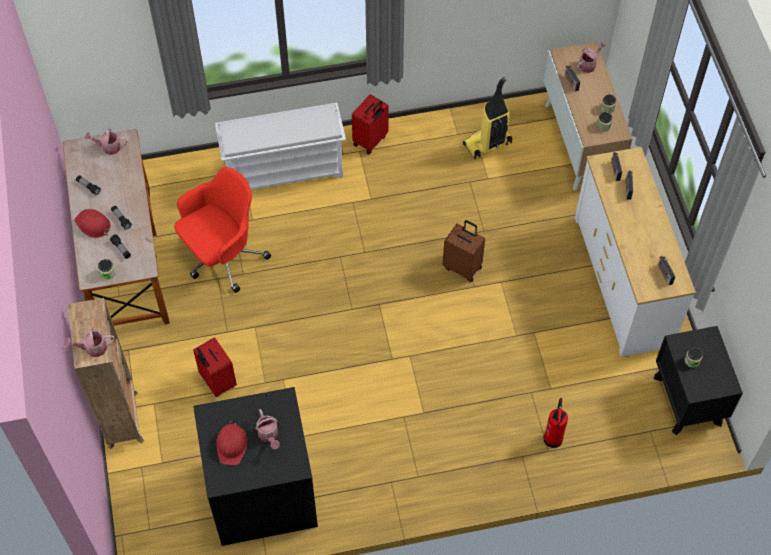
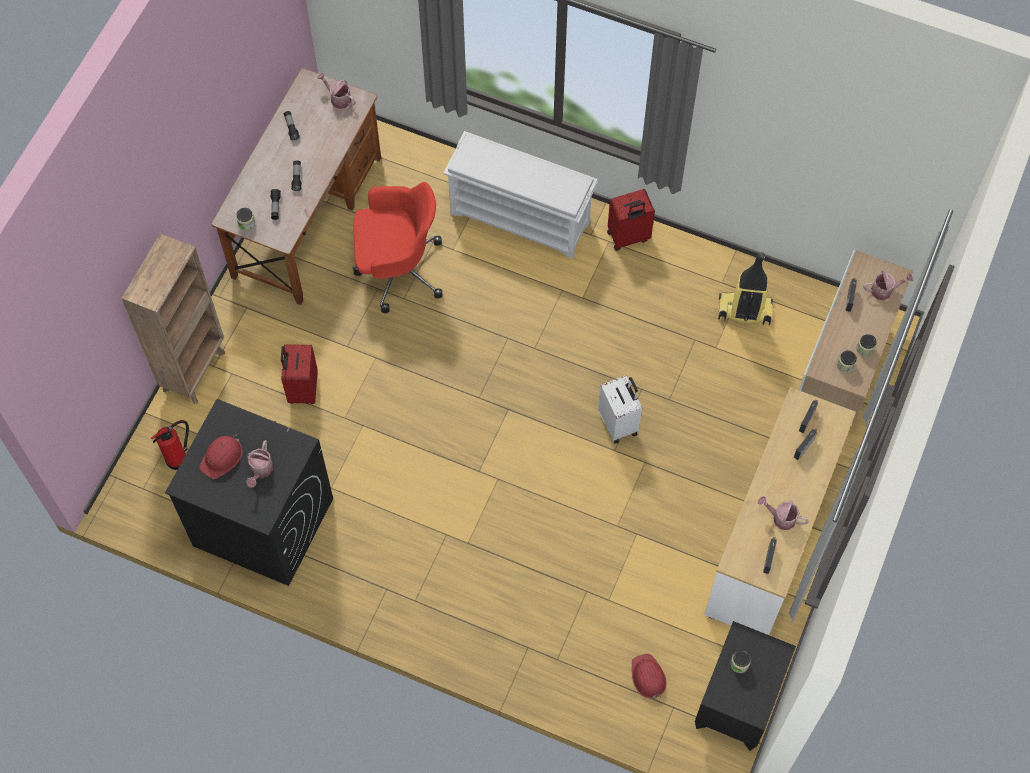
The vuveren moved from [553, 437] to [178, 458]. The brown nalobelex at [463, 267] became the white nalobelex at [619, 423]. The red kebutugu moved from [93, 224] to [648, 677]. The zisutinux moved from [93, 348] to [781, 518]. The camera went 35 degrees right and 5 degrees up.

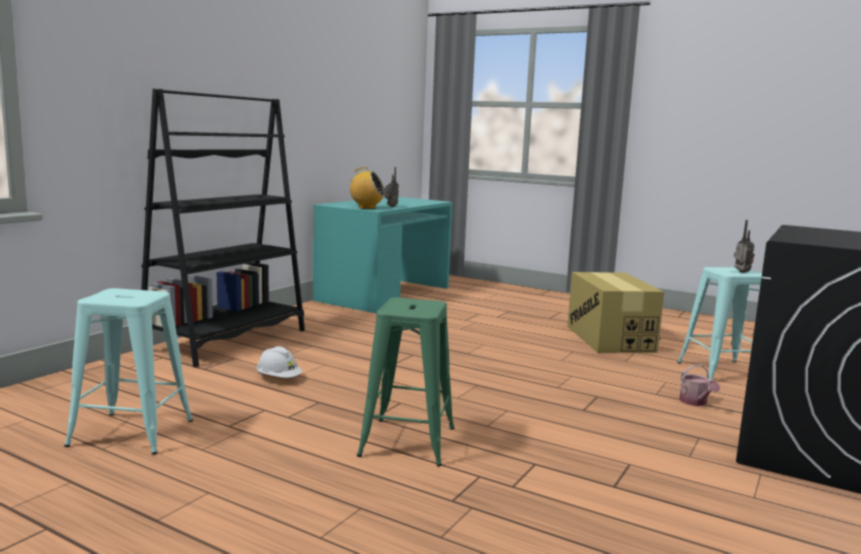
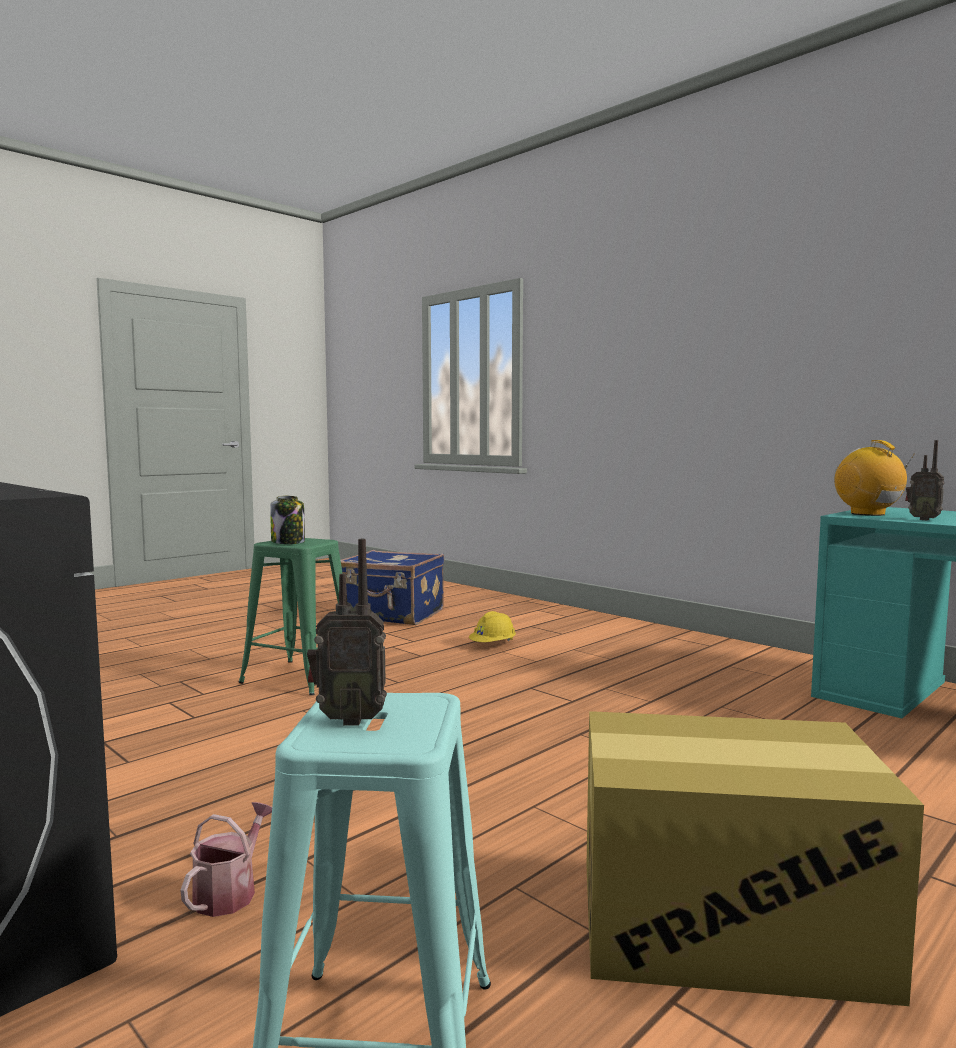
The zisutinux at [695, 402] turned 105 degrees clockwise. The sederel at [288, 542] appeared. The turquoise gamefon at [131, 433] was replaced by the blue nalobelex at [393, 615]. The white kebutugu at [278, 379] became the yellow kebutugu at [493, 645]. The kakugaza at [366, 208] turned 135 degrees clockwise. The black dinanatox at [227, 341] disappeared. The camera went 105 degrees right and 5 degrees down.

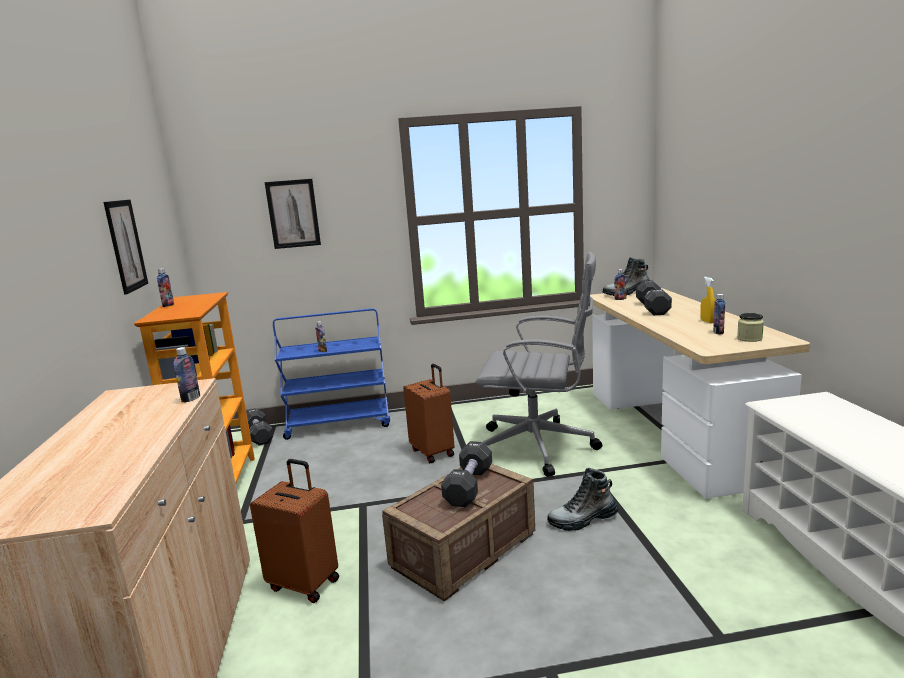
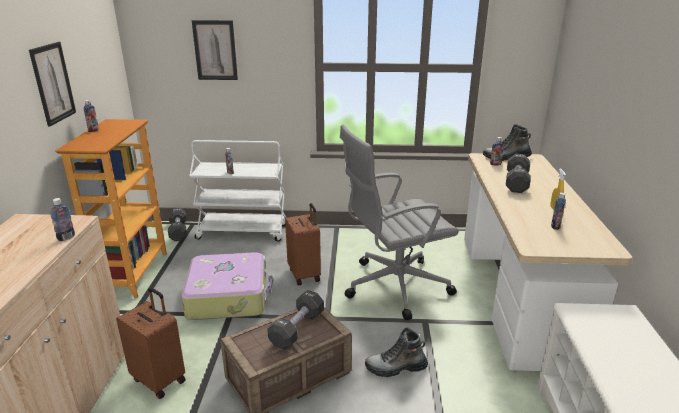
The nalobelex at [229, 296] appeared. The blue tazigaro at [339, 424] became the white tazigaro at [243, 231]. The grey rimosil at [539, 447] turned 135 degrees clockwise. The sederel at [749, 338] disappeared. The camera went 10 degrees right and 10 degrees up.

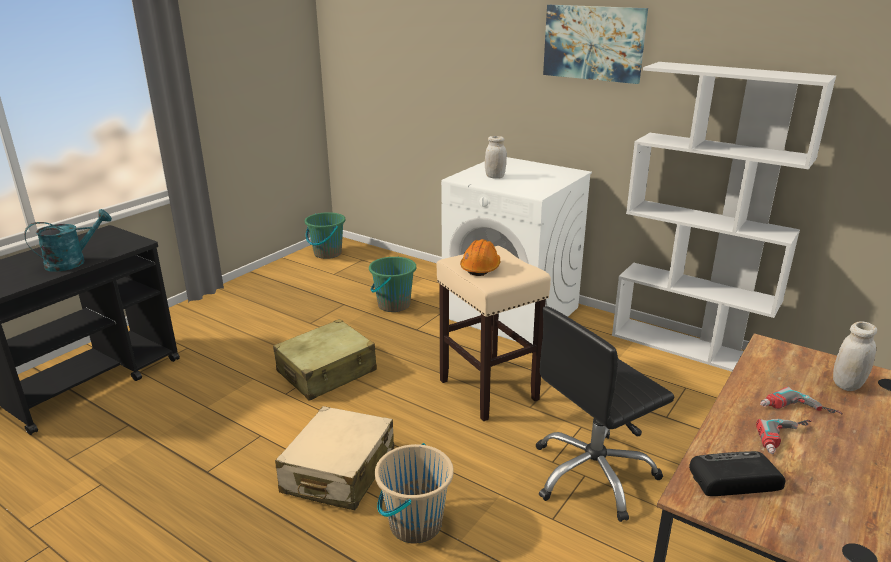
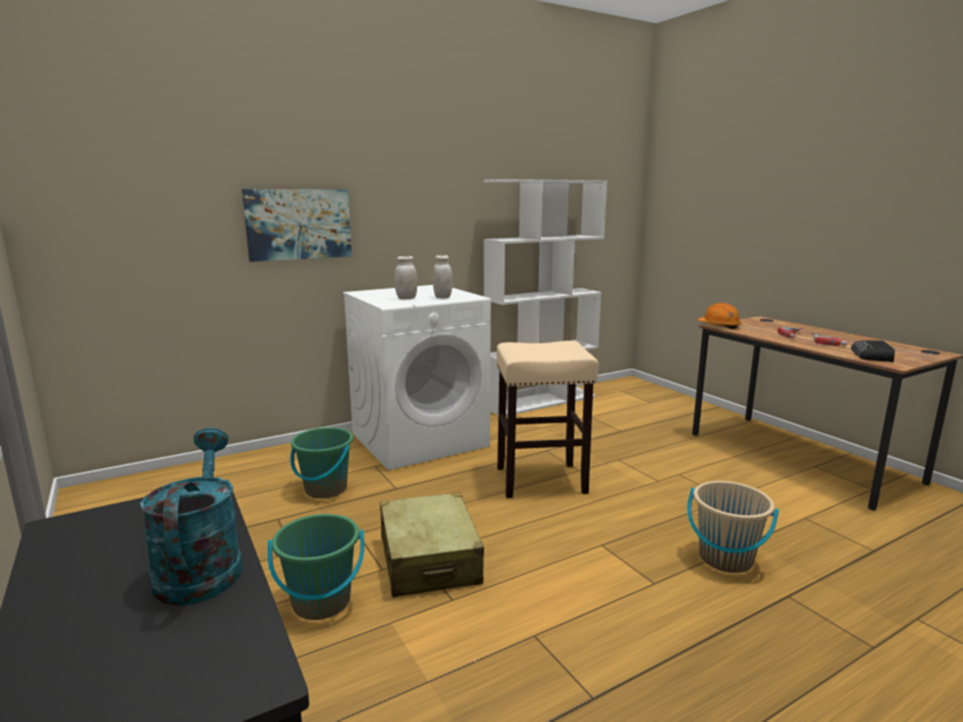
The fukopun moved from [593, 43] to [298, 224]. The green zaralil moved from [327, 253] to [321, 602]. The white sederel moved from [847, 384] to [443, 297]. The orange kebutugu moved from [480, 267] to [719, 326]. The beige nalobelex at [338, 471] disappeared. The black rimosil at [593, 475] disappeared. The camera went 65 degrees left and 10 degrees down.

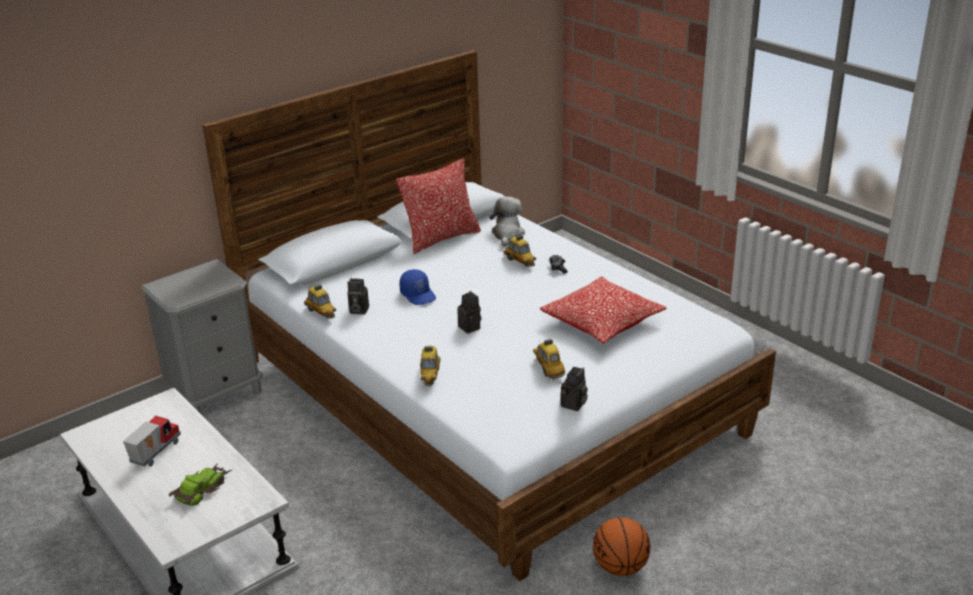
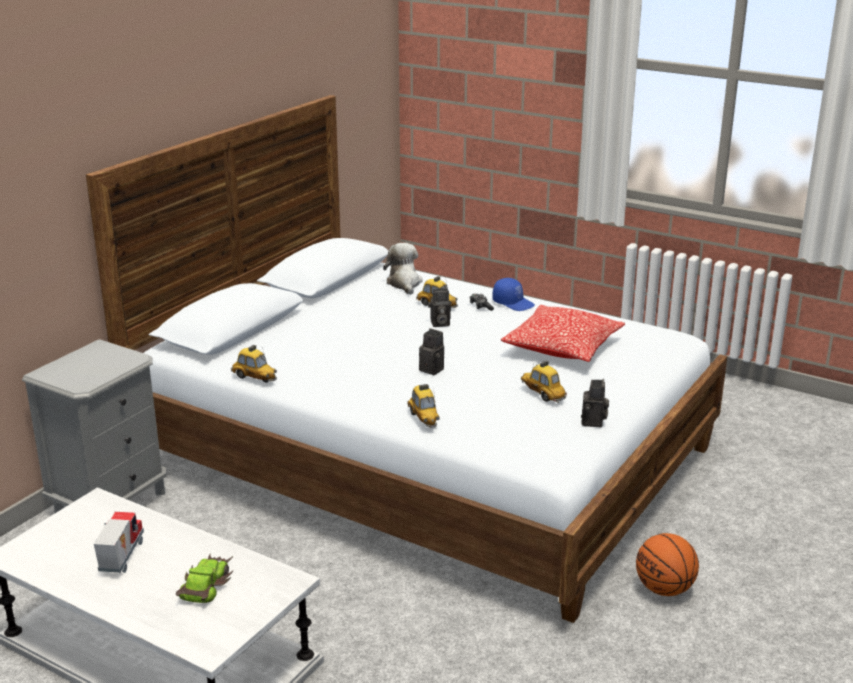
The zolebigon moved from [358, 310] to [439, 324]. The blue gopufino moved from [418, 295] to [513, 303]. The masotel at [441, 238] disappeared. The camera went 20 degrees left and 5 degrees down.

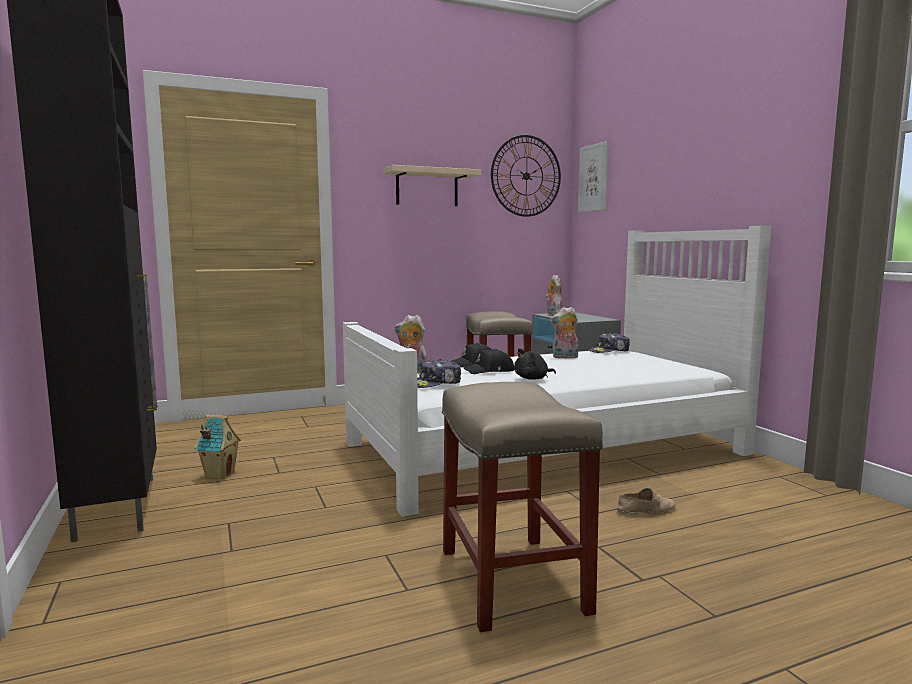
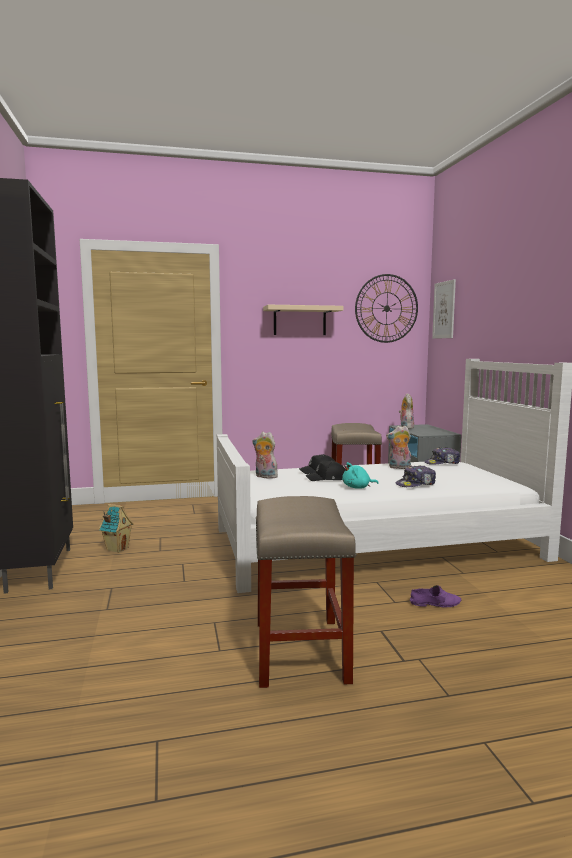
The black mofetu at [533, 379] became the turquoise mofetu at [358, 487]. The gopufino moved from [436, 384] to [416, 484]. The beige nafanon at [645, 509] became the purple nafanon at [435, 603]. The camera went 10 degrees right and 0 degrees up.

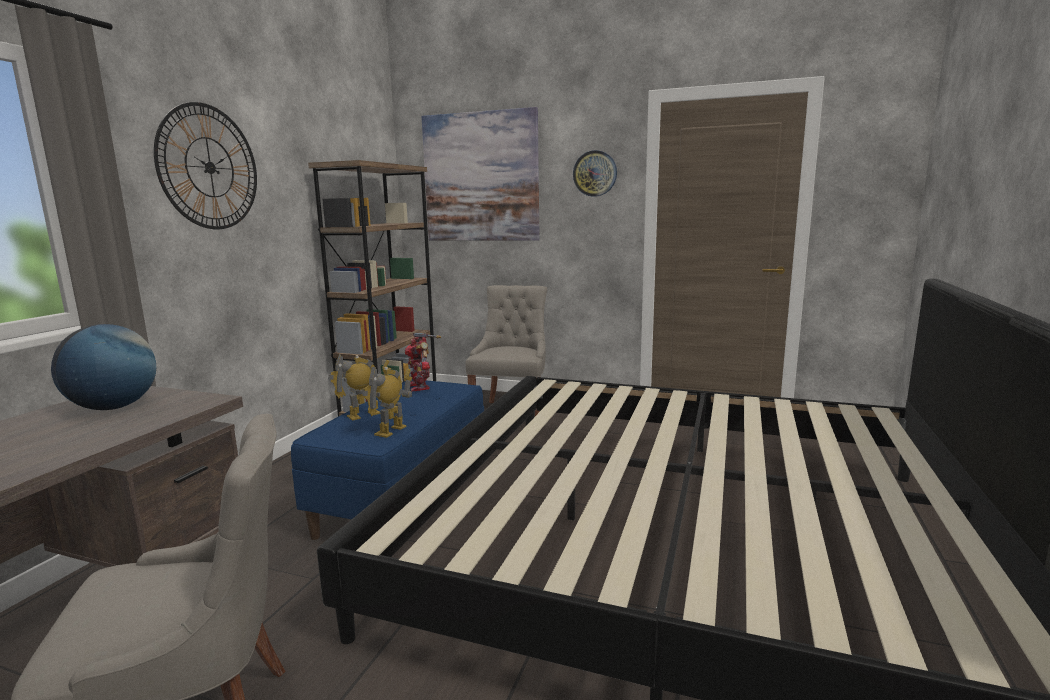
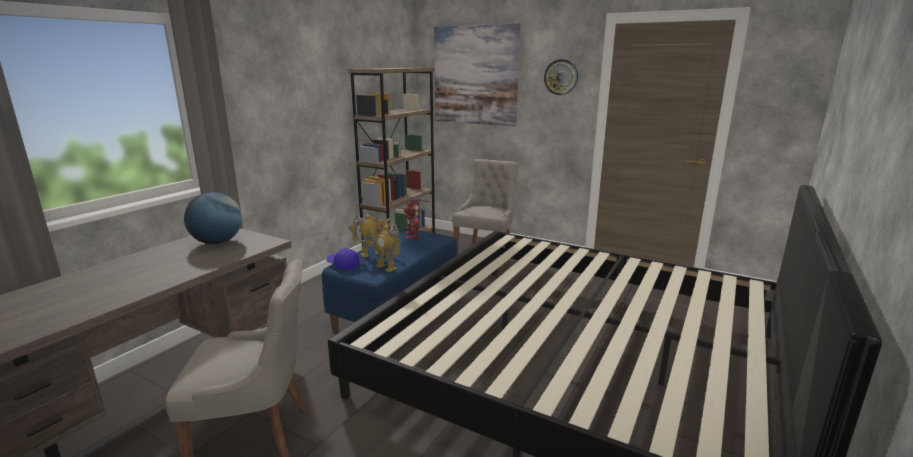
The blue gopufino at [343, 265] appeared. The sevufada at [391, 431] turned 90 degrees counterclockwise. The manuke at [209, 167] disappeared. The camera went 10 degrees right and 5 degrees up.

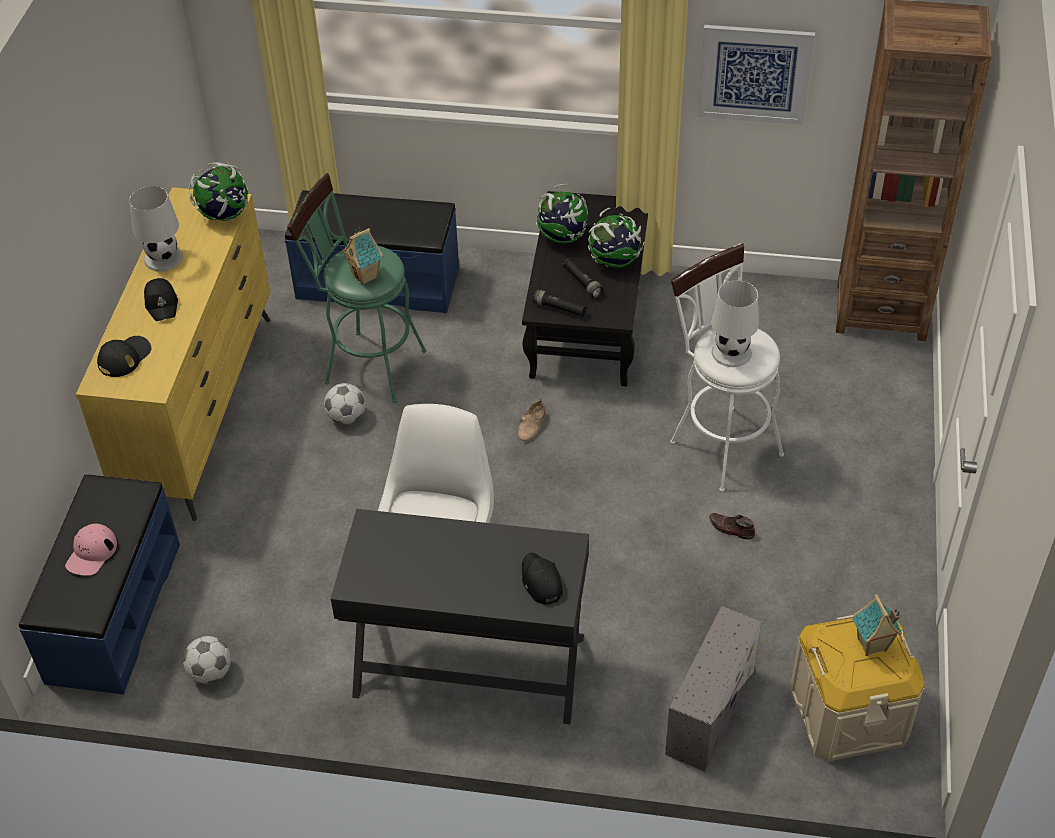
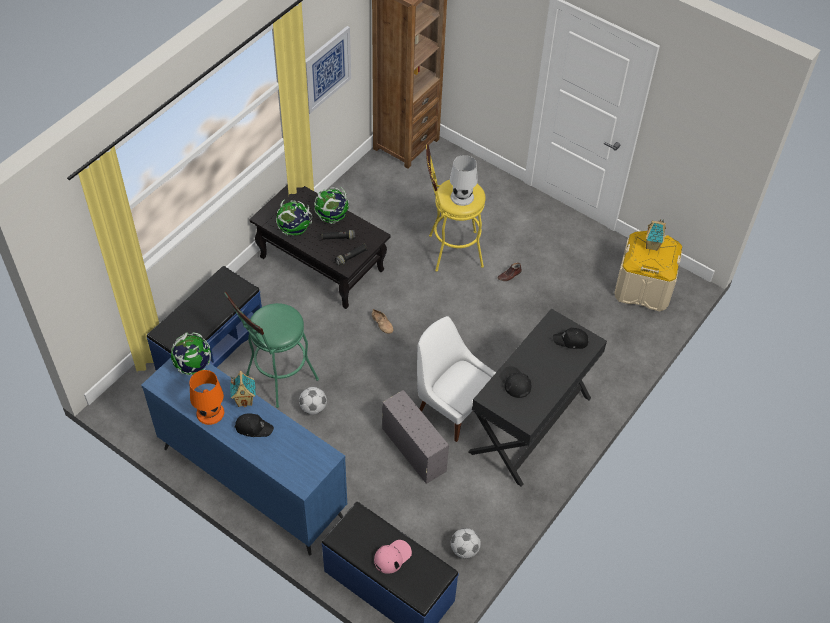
The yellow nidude at [201, 410] became the blue nidude at [252, 481]. The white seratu at [163, 258] became the orange seratu at [209, 412]. The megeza moved from [366, 276] to [245, 400]. The pink gopufino at [91, 553] turned 90 degrees counterclockwise. The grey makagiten moved from [711, 709] to [413, 448]. The white gamefon at [720, 442] became the yellow gamefon at [450, 251]. The black gopufino moved from [124, 357] to [515, 382]. The camera went 65 degrees left and 5 degrees up.

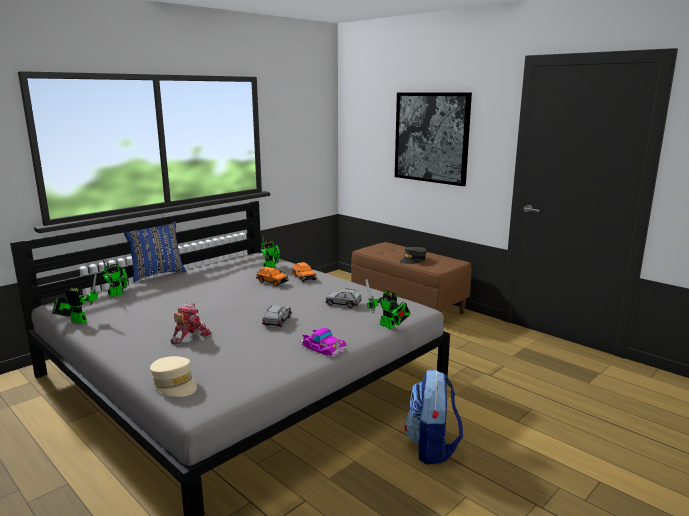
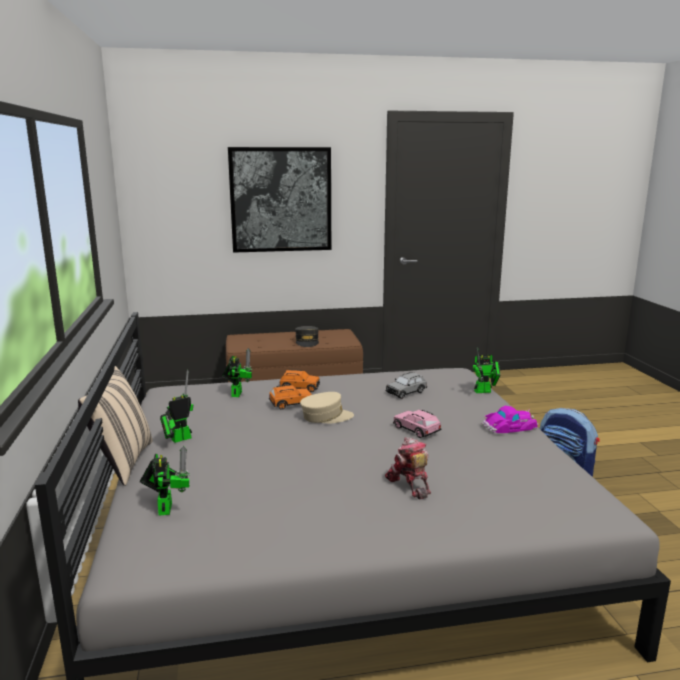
The blue masotel at [157, 274] became the beige masotel at [121, 462]. The sevufada moved from [77, 321] to [178, 439]. The beige gopufino moved from [175, 384] to [326, 416]. The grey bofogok at [277, 321] became the pink bofogok at [416, 430]. The camera went 55 degrees left and 0 degrees up.

